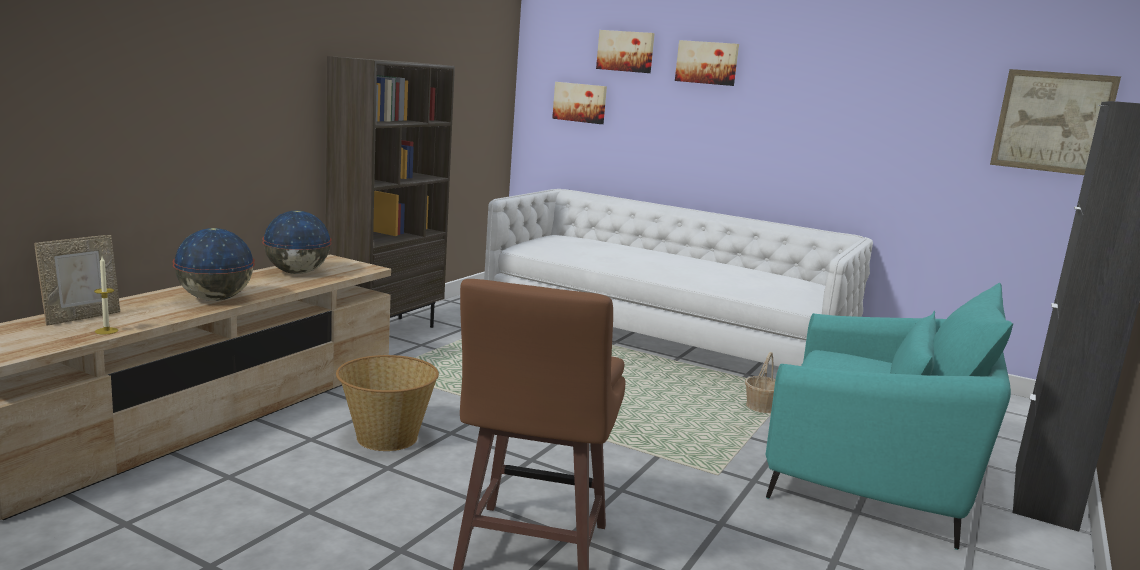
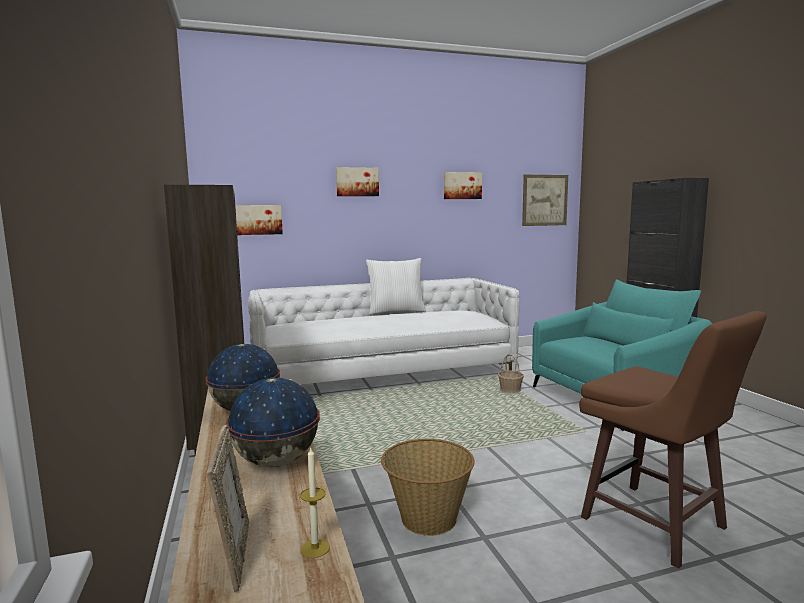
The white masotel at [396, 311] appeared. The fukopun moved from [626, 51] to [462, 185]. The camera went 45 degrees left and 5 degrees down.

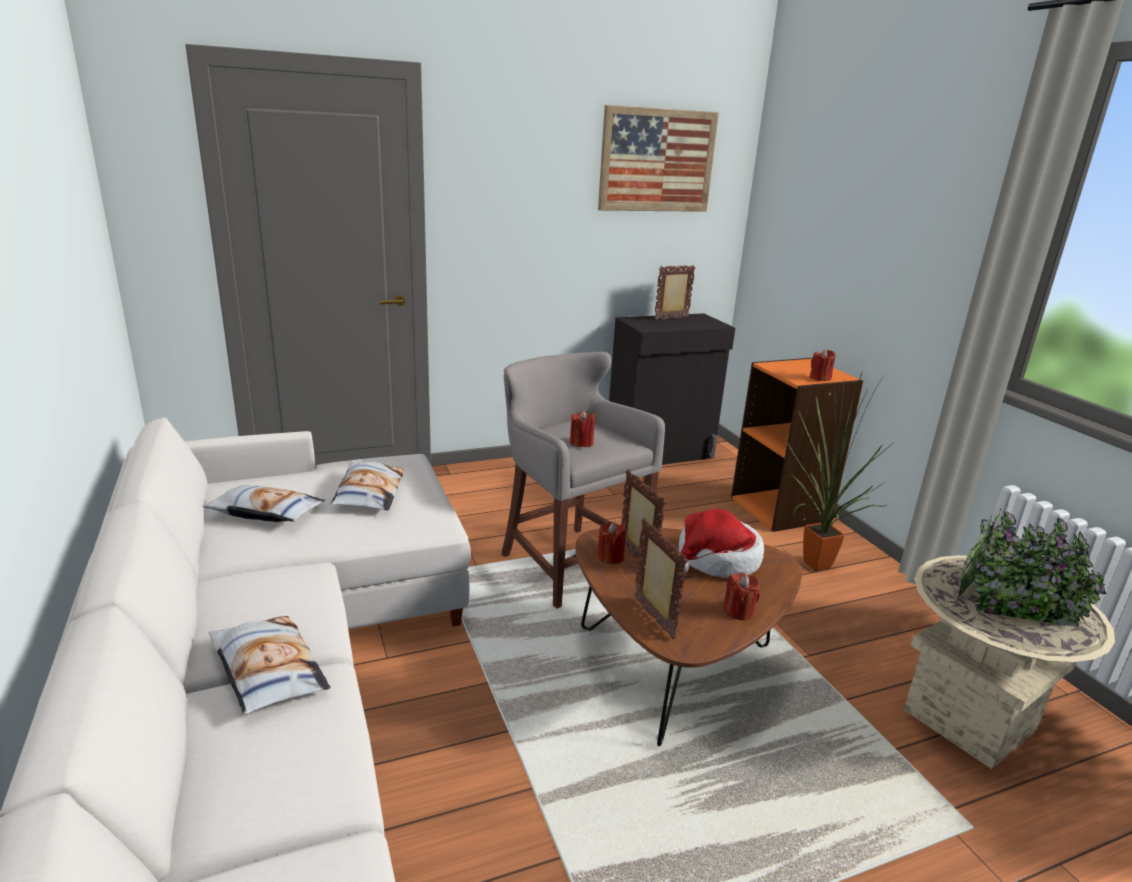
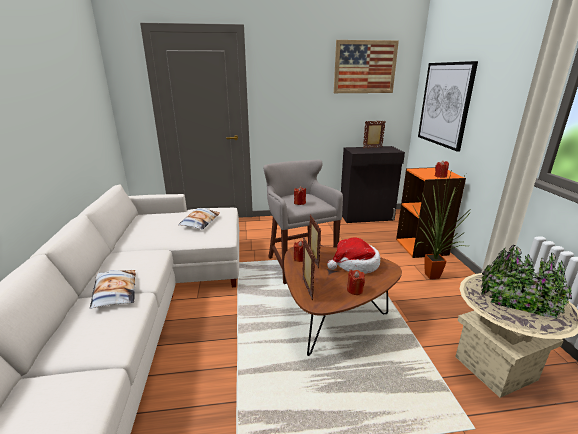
The fukopun at [445, 104] appeared. The masotel at [265, 512] disappeared. The camera went 15 degrees right and 0 degrees up.

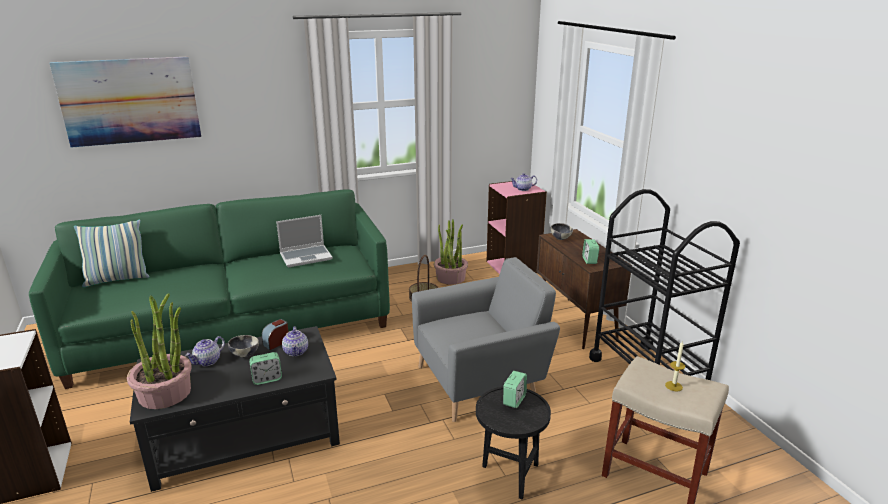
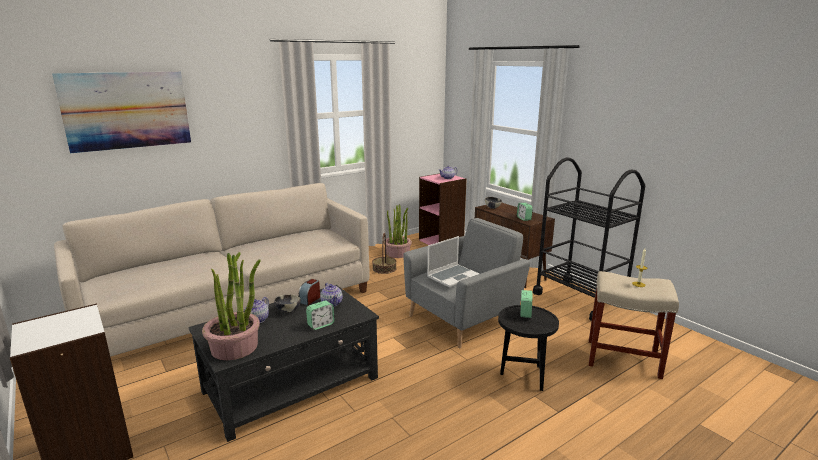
The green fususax at [234, 327] became the beige fususax at [233, 307]. The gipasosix moved from [306, 256] to [453, 276]. The masotel at [117, 279] disappeared. The camera went 15 degrees left and 5 degrees down.

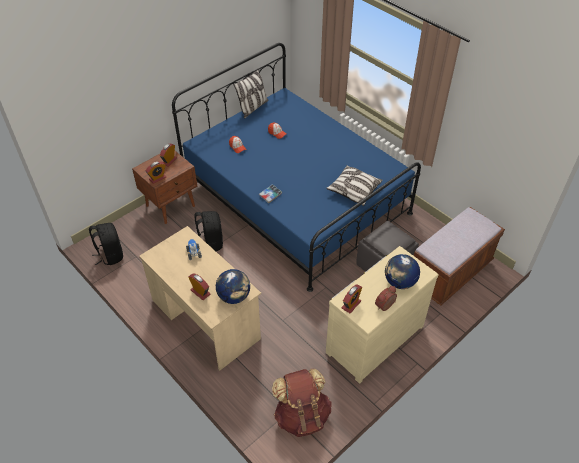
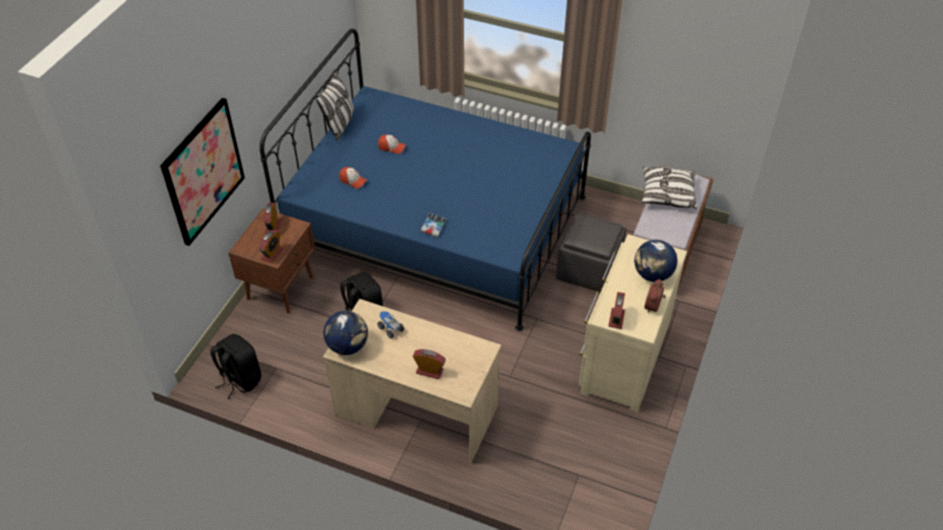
The fukopun at [203, 171] appeared. The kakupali moved from [234, 296] to [348, 346]. The masotel moved from [354, 190] to [667, 194]. The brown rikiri at [302, 415] disappeared. The camera went 25 degrees left and 0 degrees up.

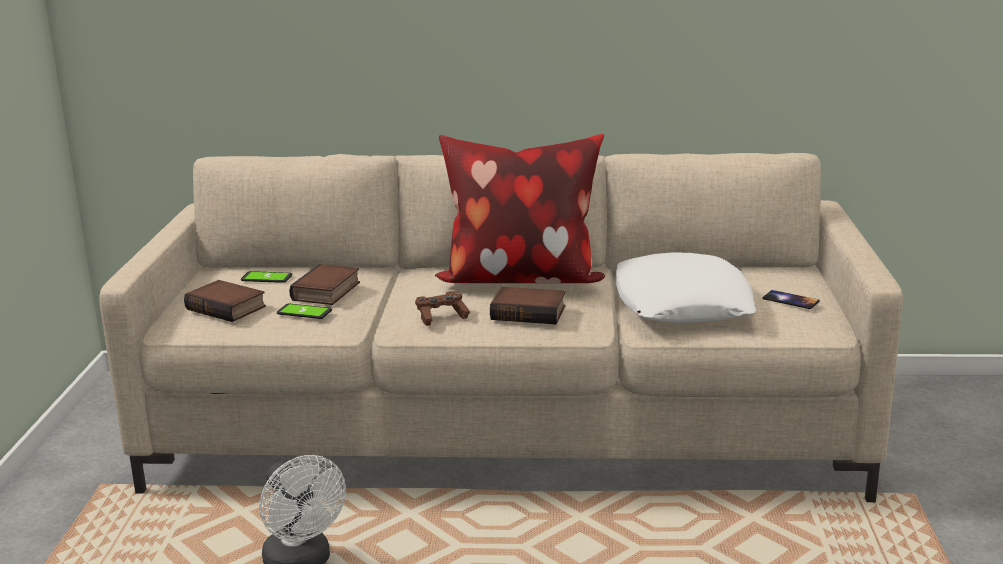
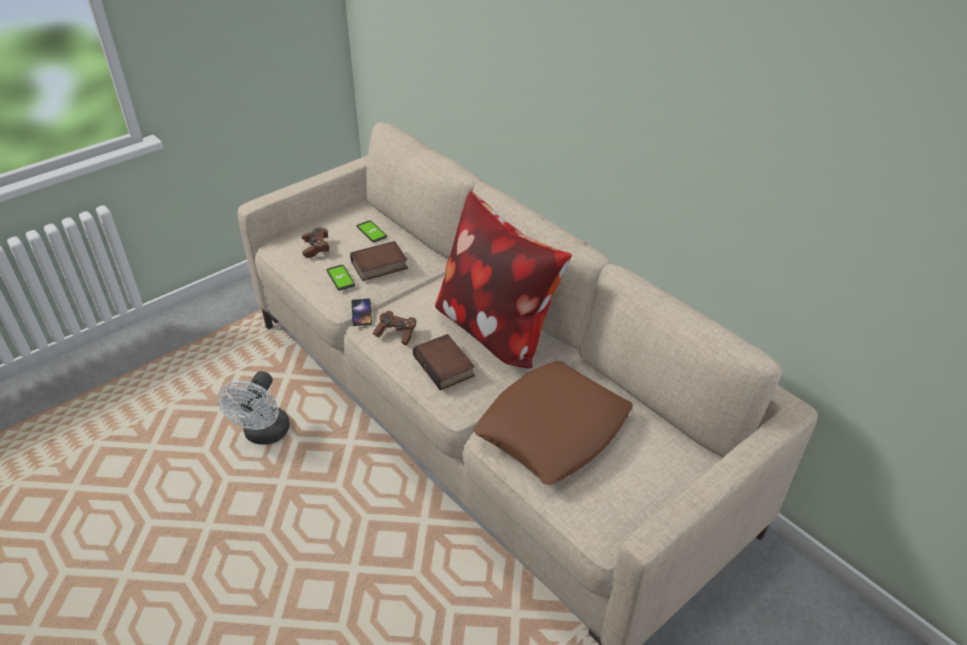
The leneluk at [228, 307] was replaced by the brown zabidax at [316, 248]. The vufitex moved from [790, 300] to [361, 312]. The white masotel at [682, 303] became the brown masotel at [553, 429]. The camera went 45 degrees right and 20 degrees up.

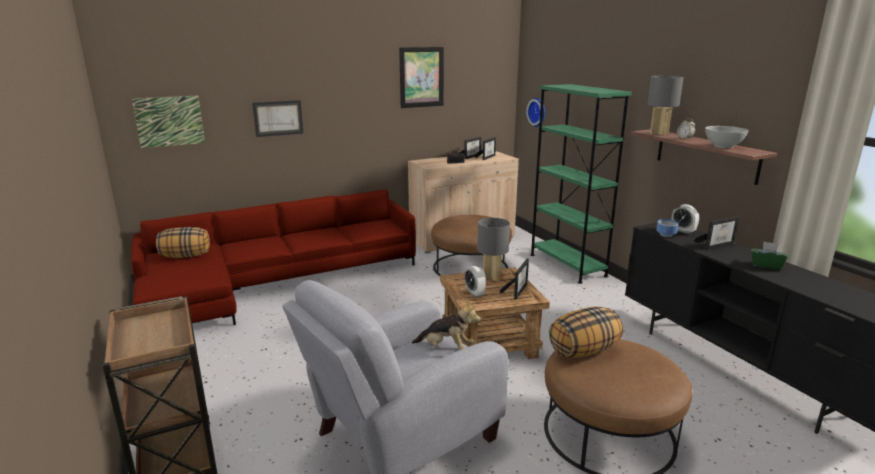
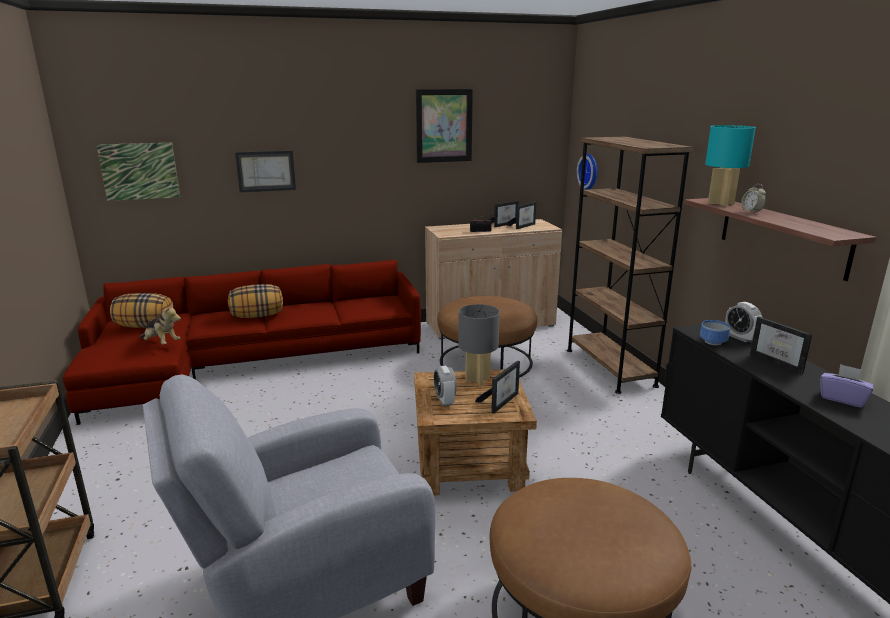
The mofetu moved from [446, 348] to [161, 343]. The masotel moved from [583, 350] to [257, 316]. The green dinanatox at [567, 265] became the brown dinanatox at [610, 367]. The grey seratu at [659, 133] became the turquoise seratu at [720, 203]. The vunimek at [716, 245] turned 75 degrees clockwise. The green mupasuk at [766, 265] became the purple mupasuk at [842, 399]. The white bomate at [723, 146] disappeared. The camera went 10 degrees right and 0 degrees up.

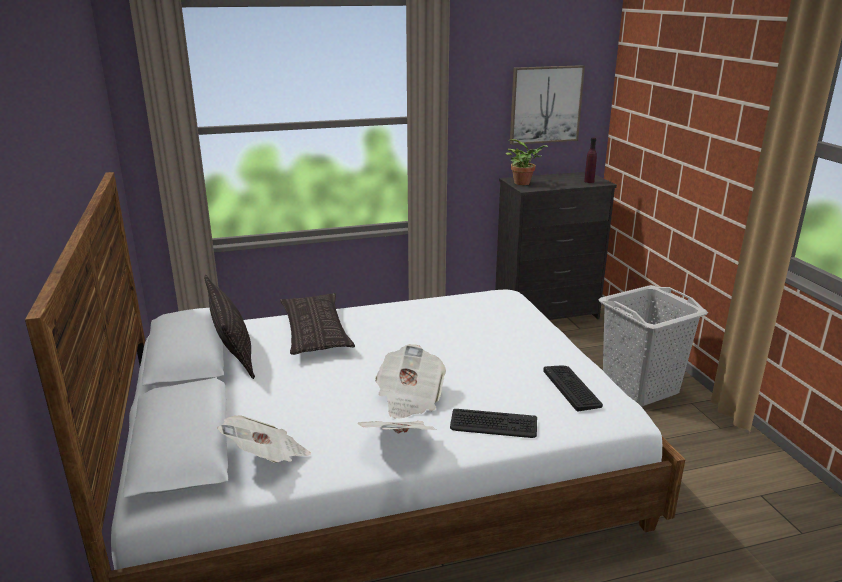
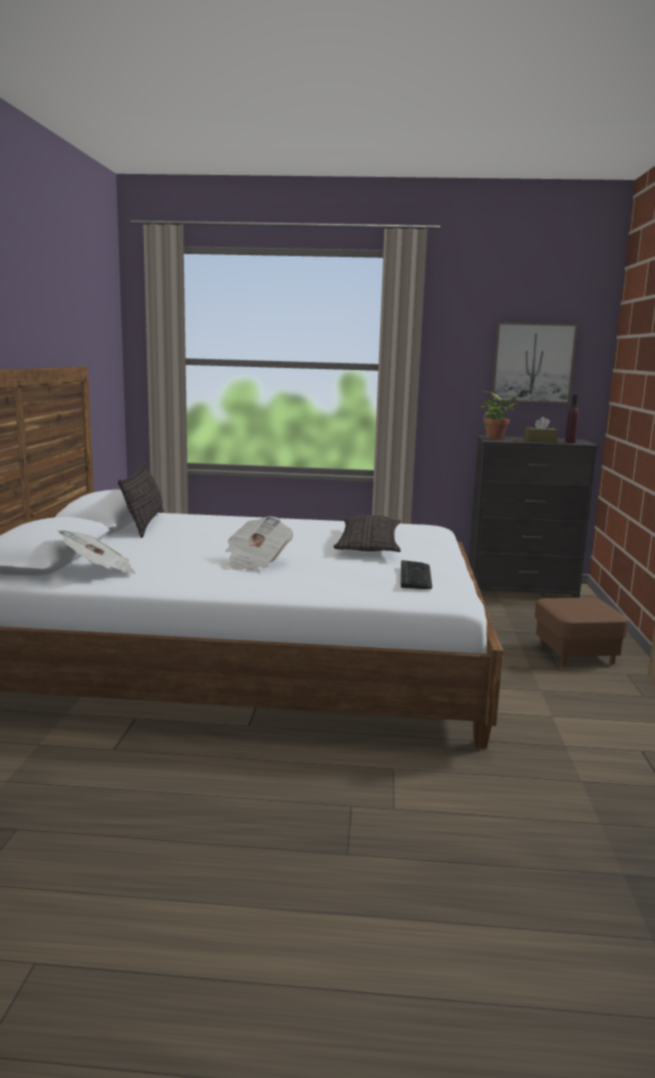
The masotel moved from [315, 331] to [369, 544]. The brown mupasuk at [540, 441] appeared. The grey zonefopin at [640, 388] was replaced by the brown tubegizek at [575, 654]. The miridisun at [400, 443] disappeared. The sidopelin at [493, 425] disappeared. The camera went 20 degrees right and 10 degrees down.

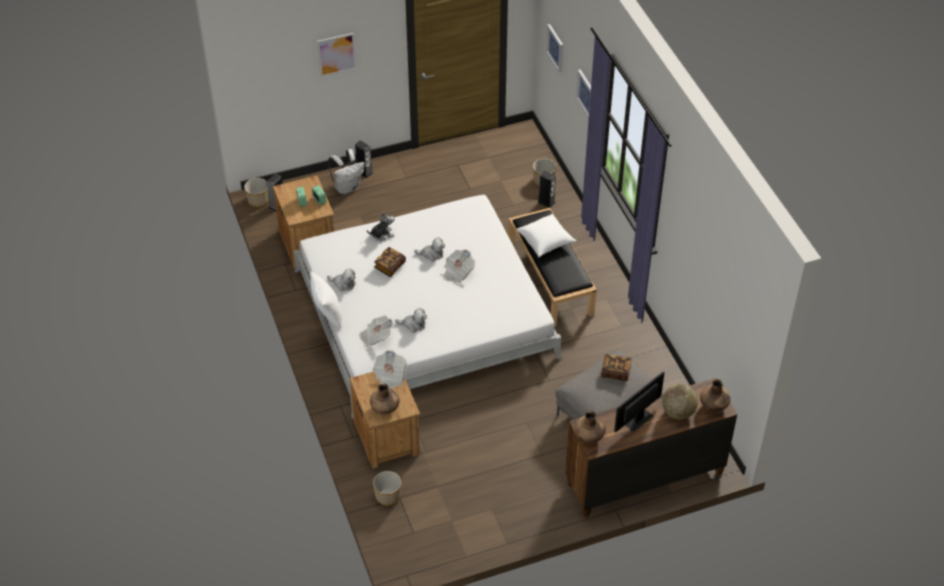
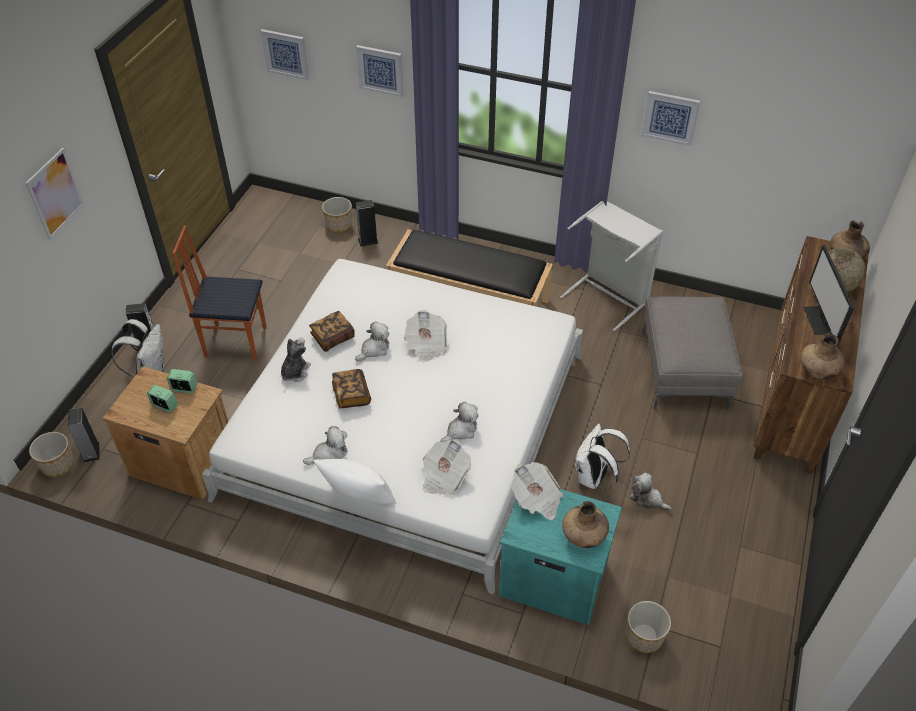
The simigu at [235, 341] appeared. The leneluk moved from [616, 372] to [332, 337]. The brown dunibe at [387, 437] became the turquoise dunibe at [552, 577]. The grey zonefopin at [609, 295] appeared. The white rikiri at [594, 478] appeared. The mofetu at [647, 499] appeared. The fukopun at [670, 117] appeared. The white masotel at [545, 242] disappeared. The camera went 50 degrees left and 0 degrees up.

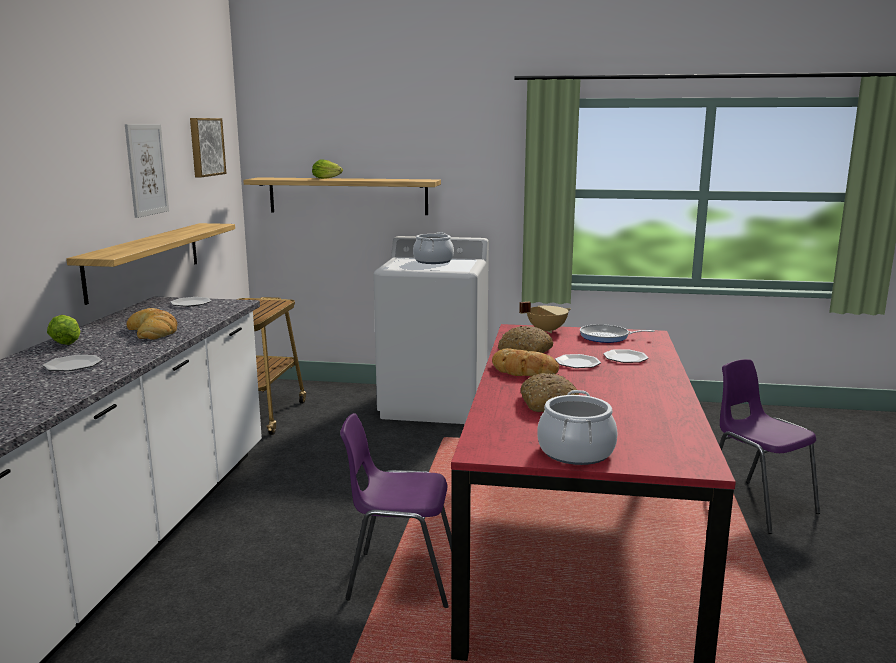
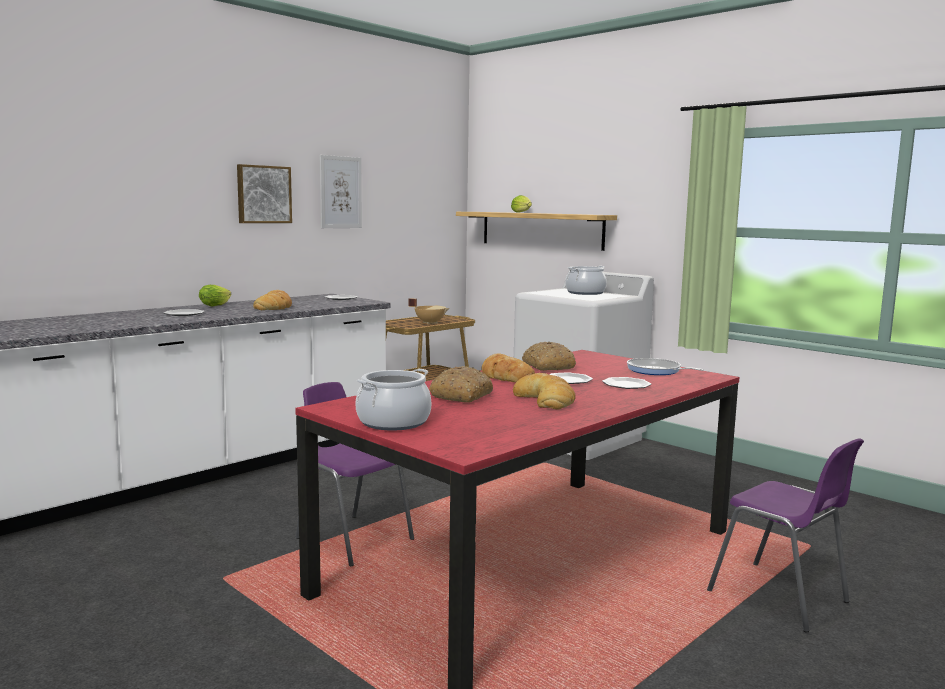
The fukopun moved from [205, 147] to [263, 194]. The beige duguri moved from [546, 330] to [430, 323]. The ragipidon at [545, 399] appeared. The purple simigu at [756, 505] turned 135 degrees clockwise. The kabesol at [145, 260] disappeared. The camera went 35 degrees right and 5 degrees down.

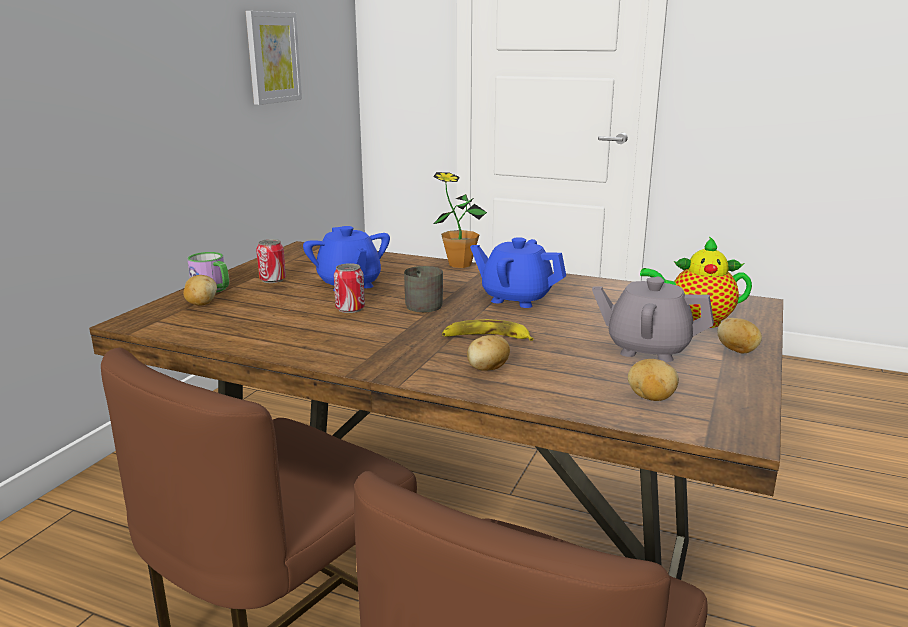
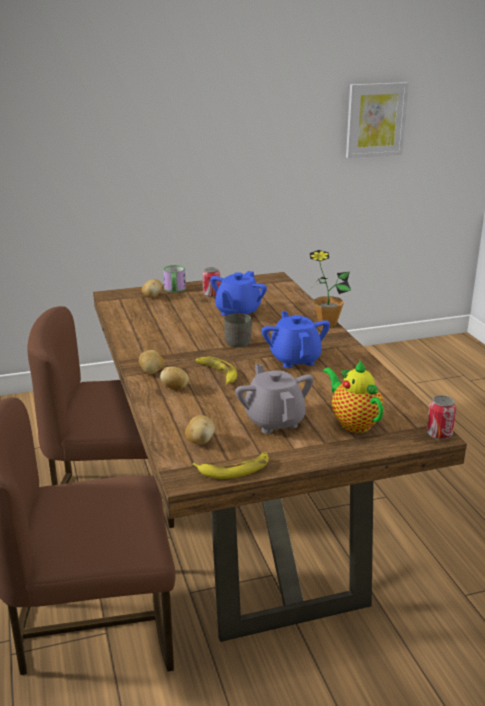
The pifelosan moved from [737, 351] to [152, 372]. The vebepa at [234, 469] appeared. The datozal moved from [350, 308] to [439, 434]. The camera went 50 degrees right and 5 degrees up.

